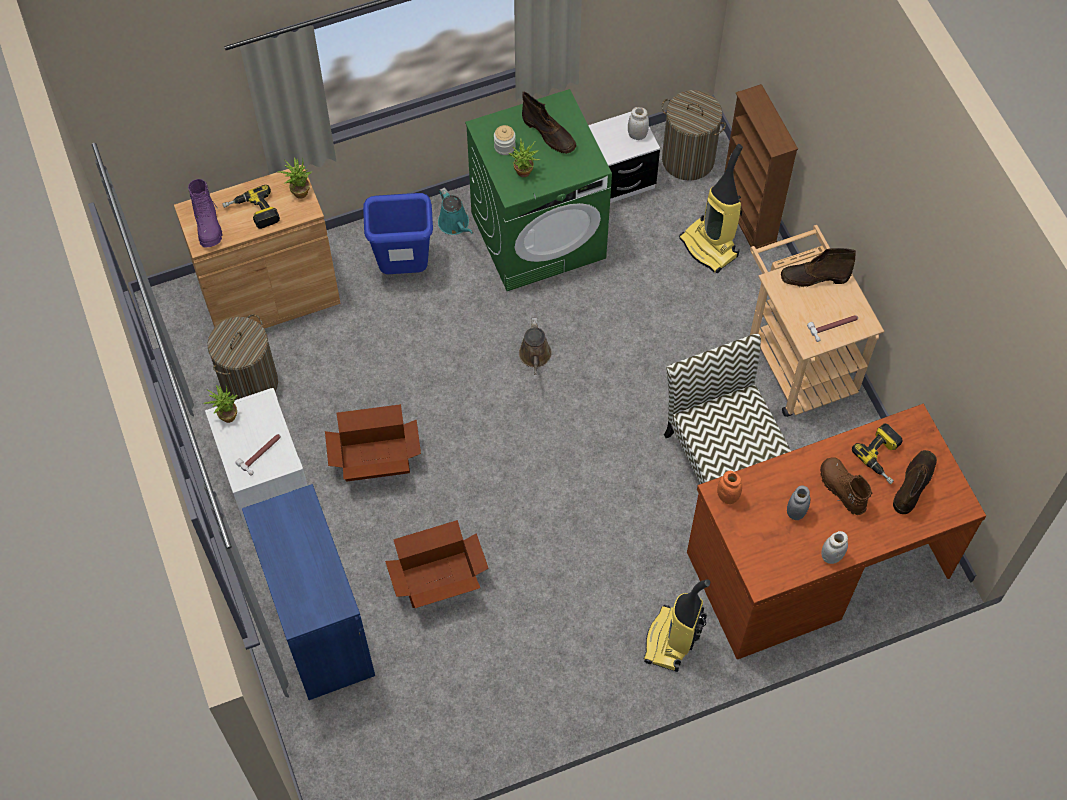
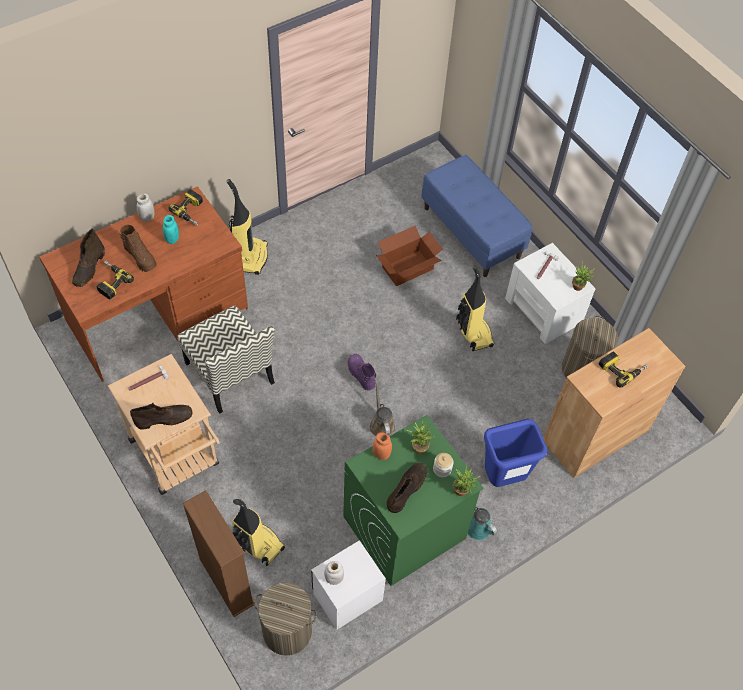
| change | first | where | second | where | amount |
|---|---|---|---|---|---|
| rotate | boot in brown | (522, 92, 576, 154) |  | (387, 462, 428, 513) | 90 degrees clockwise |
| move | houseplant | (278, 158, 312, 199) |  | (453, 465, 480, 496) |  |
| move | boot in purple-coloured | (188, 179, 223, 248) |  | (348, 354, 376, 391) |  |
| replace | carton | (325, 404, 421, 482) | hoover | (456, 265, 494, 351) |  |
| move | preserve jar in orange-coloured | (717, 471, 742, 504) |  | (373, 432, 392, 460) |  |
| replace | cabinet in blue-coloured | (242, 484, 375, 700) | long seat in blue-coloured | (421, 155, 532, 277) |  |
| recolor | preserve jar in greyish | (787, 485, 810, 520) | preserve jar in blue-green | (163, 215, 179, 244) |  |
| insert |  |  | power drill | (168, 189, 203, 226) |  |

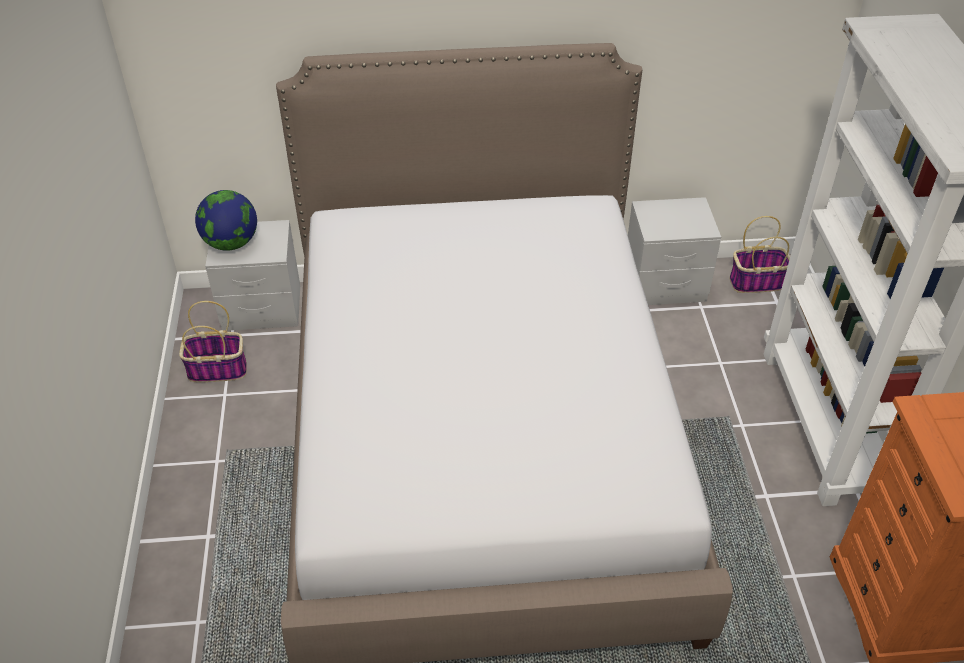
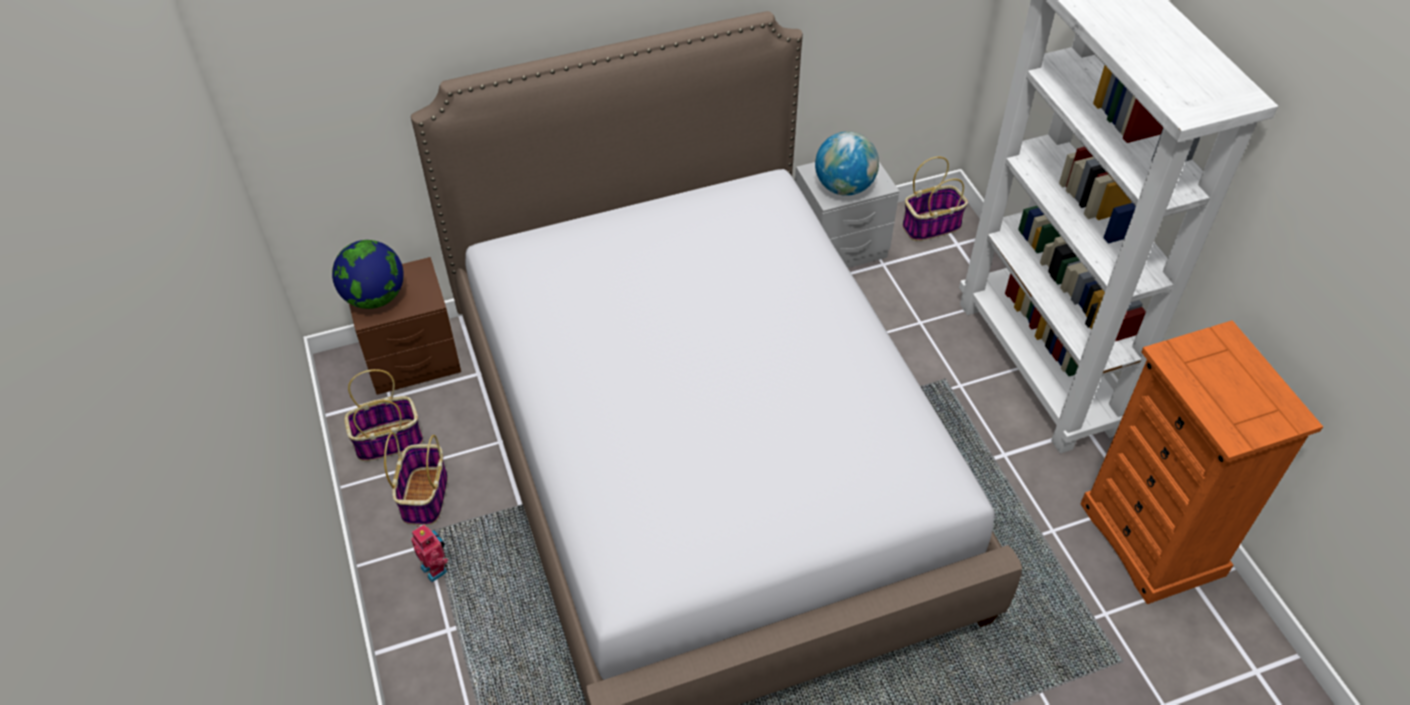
| change | first | where | second | where | amount |
|---|---|---|---|---|---|
| recolor | nightstand in greyish | (205, 220, 300, 331) | nightstand in brown | (349, 257, 461, 395) |  |
| insert |  |  | globe | (815, 131, 879, 196) |  |
| insert |  |  | household basket | (384, 432, 448, 525) |  |
| insert |  |  | robot figure | (411, 524, 448, 583) |  |

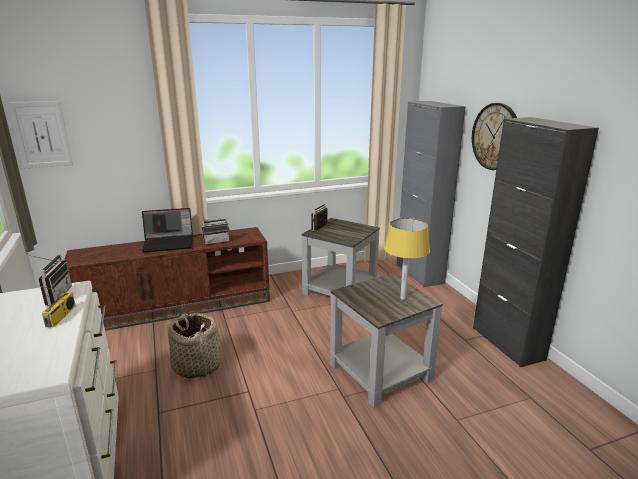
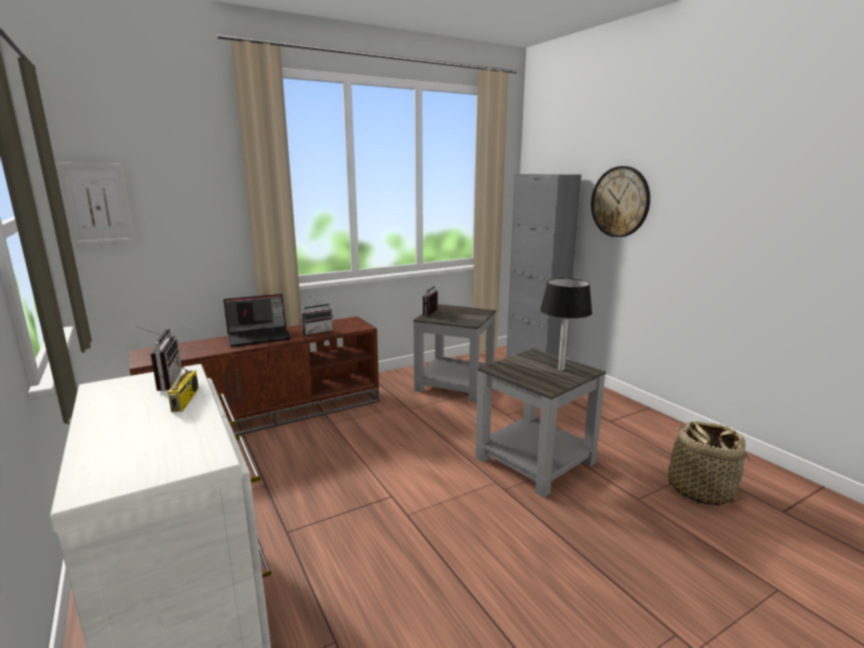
| change | first | where | second | where | amount |
|---|---|---|---|---|---|
| delete | cabinet in black | (473, 117, 599, 367) |  |  |  |
| recolor | tabletop lamp in yellowish | (384, 218, 430, 300) | tabletop lamp in black | (540, 278, 592, 370) |  |
| move | household basket | (168, 313, 220, 378) |  | (659, 421, 750, 506) |  |

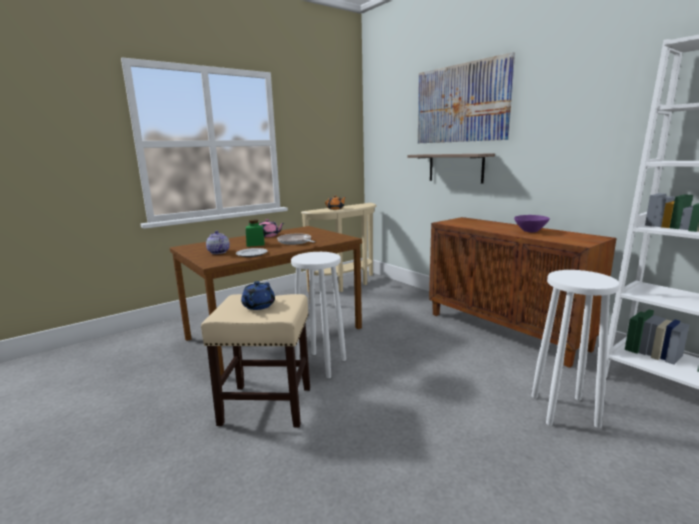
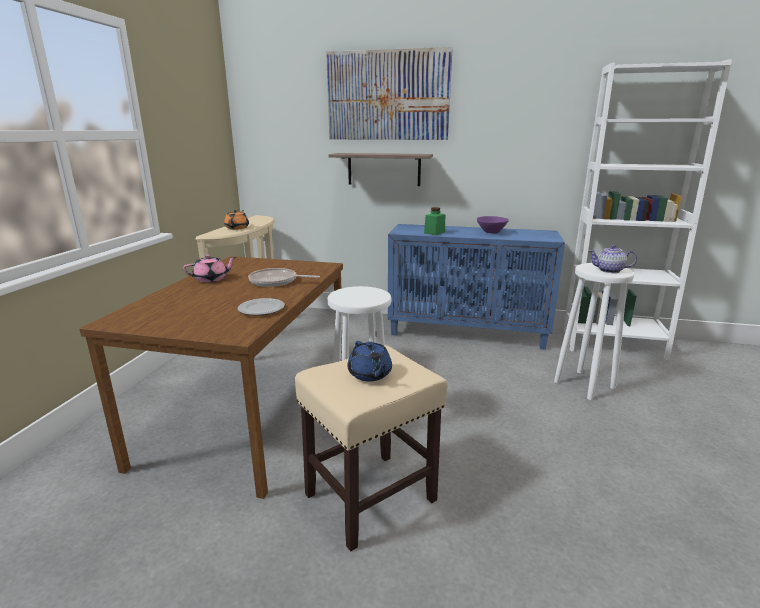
| change | first | where | second | where | amount |
|---|---|---|---|---|---|
| recolor | cabinet in brown | (429, 217, 616, 368) | cabinet in blue-coloured | (388, 224, 565, 350) |  |
| move | preserve jar in greenish | (246, 220, 265, 247) |  | (424, 207, 445, 235) |  |
| move | tea pot | (206, 231, 230, 254) |  | (589, 245, 637, 273) |  |

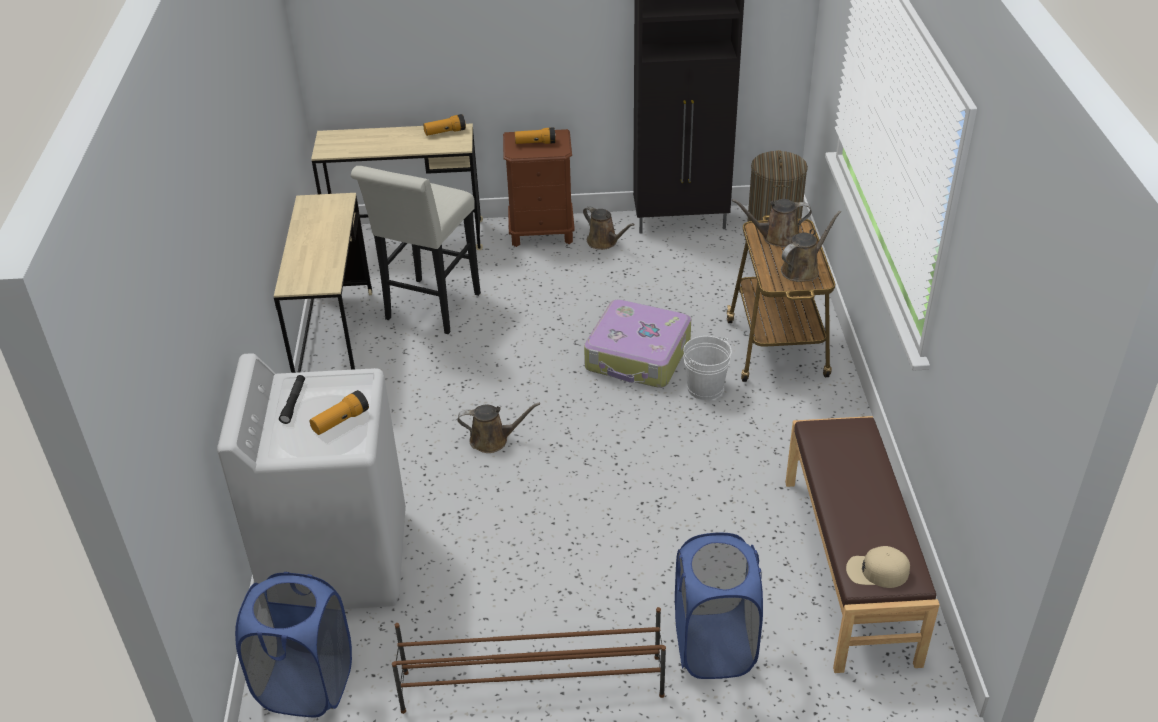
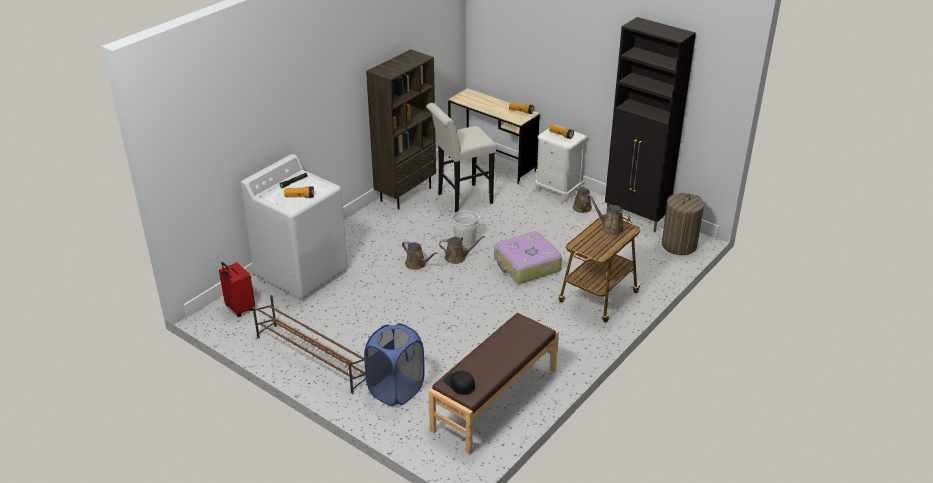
| change | first | where | second | where | amount |
|---|---|---|---|---|---|
| recolor | nightstand in brown | (503, 129, 575, 247) | nightstand in white-coloured | (535, 125, 588, 202) |  |
| replace | desk unit in beige | (274, 193, 372, 373) | bookcase in brown | (366, 49, 436, 209) |  |
| move | watering pot in brown | (781, 211, 841, 282) |  | (439, 236, 485, 264) |  |
| move | bucket in white-coloured | (683, 336, 732, 400) |  | (450, 210, 481, 246) |  |
| recolor | peaked cap in beige | (846, 546, 910, 588) | peaked cap in black | (444, 371, 475, 395) |  |
| replace | laundry basket in blue-coloured | (235, 572, 352, 717) | suitcase in red-coloured | (219, 262, 255, 317) |  |

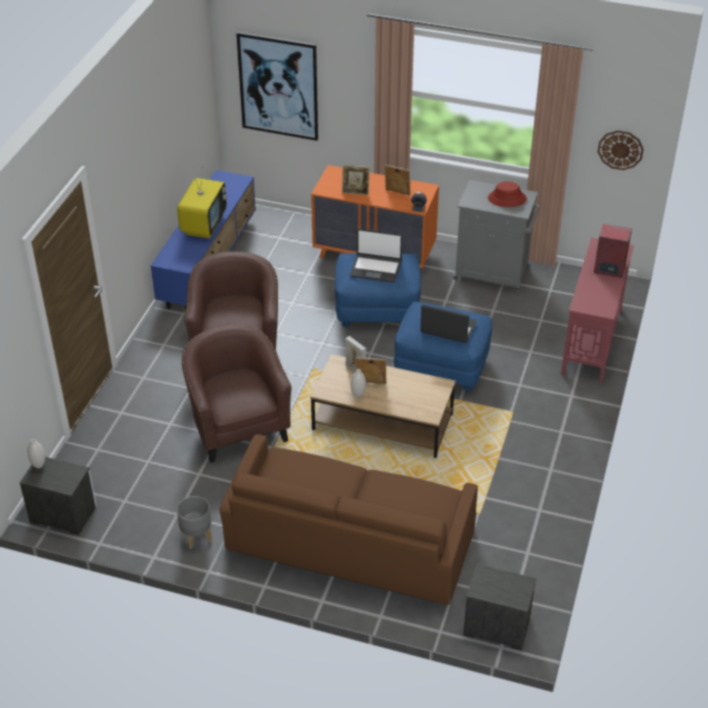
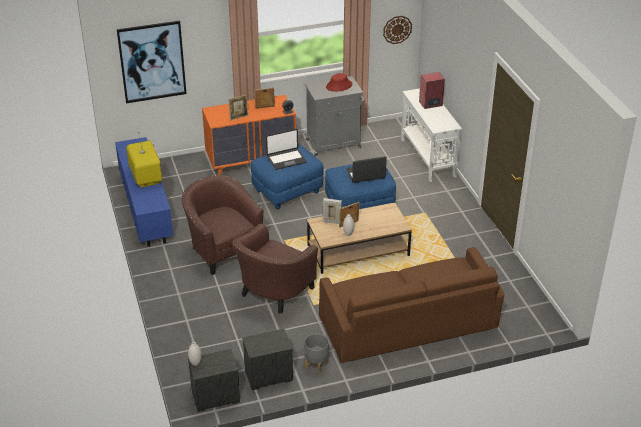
| change | first | where | second | where | amount |
|---|---|---|---|---|---|
| recolor | narrow table in red-coloured | (561, 238, 634, 383) | narrow table in white-coloured | (401, 89, 462, 182) |  |
| rotate | easy chair in brown | (182, 324, 292, 463) |  | (232, 223, 318, 314) | 90 degrees counterclockwise |
| move | nightstand | (463, 564, 537, 650) |  | (242, 328, 293, 390) |  |

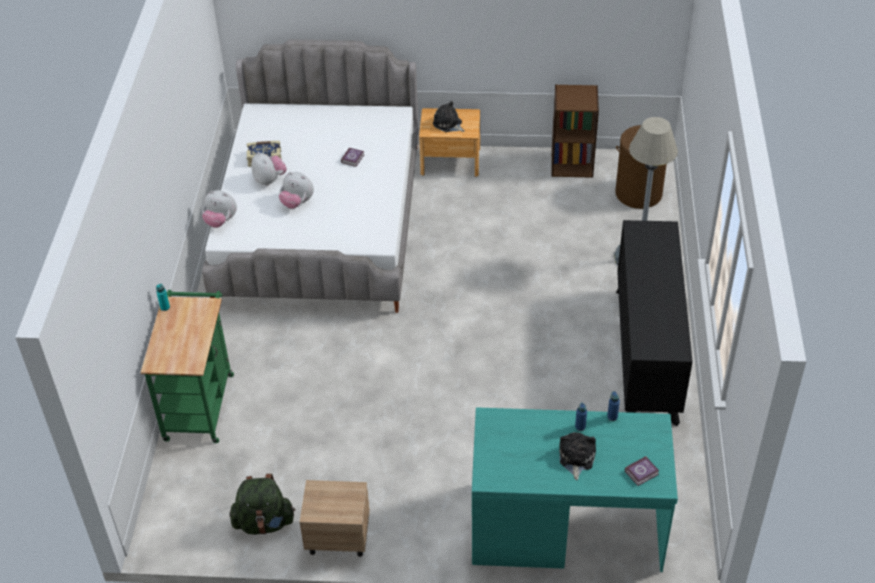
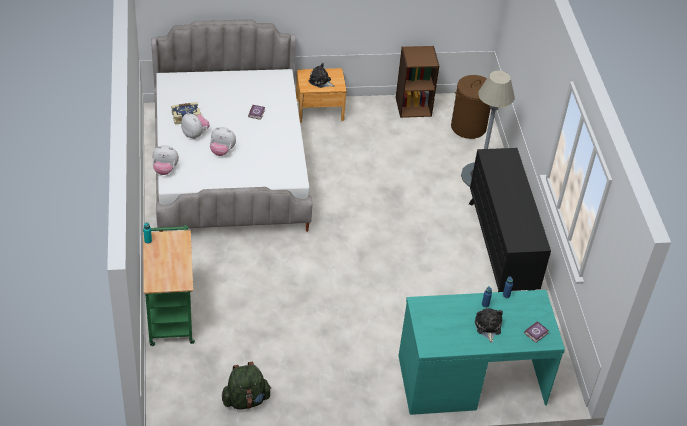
| change | first | where | second | where | amount |
|---|---|---|---|---|---|
| delete | nightstand in beige | (300, 480, 370, 557) |  |  |  |

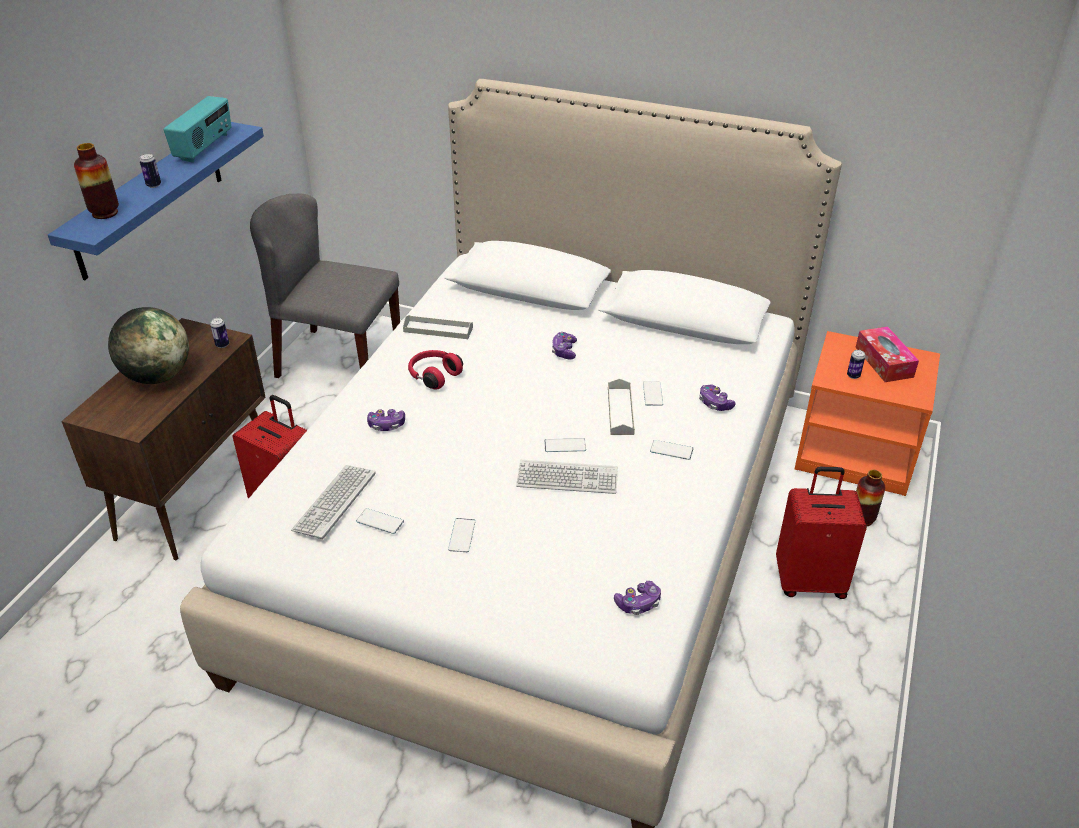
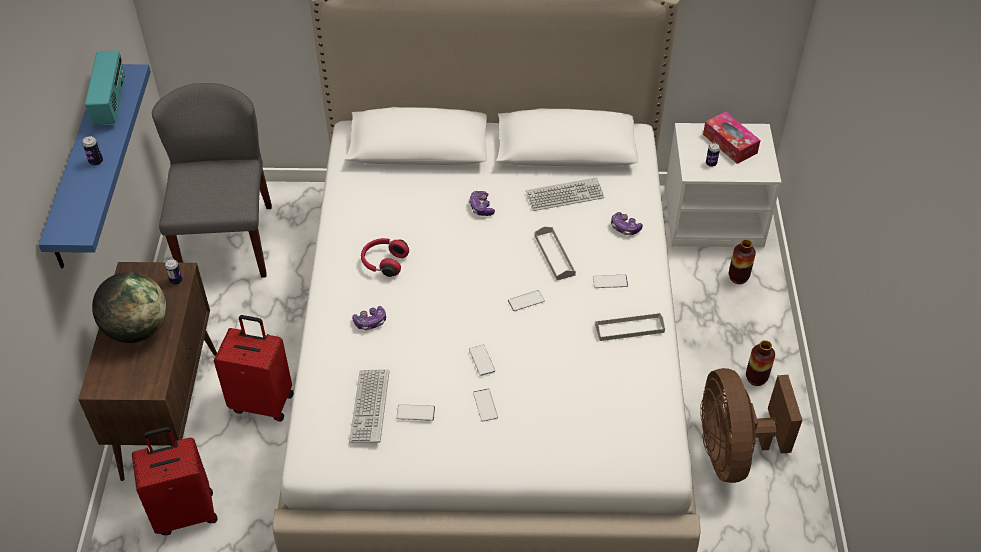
| change | first | where | second | where | amount |
|---|---|---|---|---|---|
| move | flower vase | (74, 143, 119, 219) |  | (746, 340, 775, 386) |  |
| rotate | chair in greyish | (250, 194, 400, 378) |  | (152, 83, 272, 278) | 90 degrees clockwise |
| move | carrying tray in greyish | (403, 315, 473, 339) |  | (595, 313, 665, 341) |  |
| recolor | nightstand in orange-coloured | (794, 331, 940, 496) | nightstand in white-coloured | (665, 123, 781, 248) |  |
| move | phone | (643, 381, 663, 406) |  | (469, 345, 495, 376) |  |
| move | computer keyboard | (516, 460, 618, 494) |  | (526, 177, 604, 211) |  |
| move | suitcase in red-coloured | (776, 467, 867, 599) |  | (132, 427, 218, 535) |  |
| delete | gamepad | (614, 581, 661, 615) |  |  |  |
| insert |  |  | cooling fan in brown | (700, 368, 803, 483) |  |

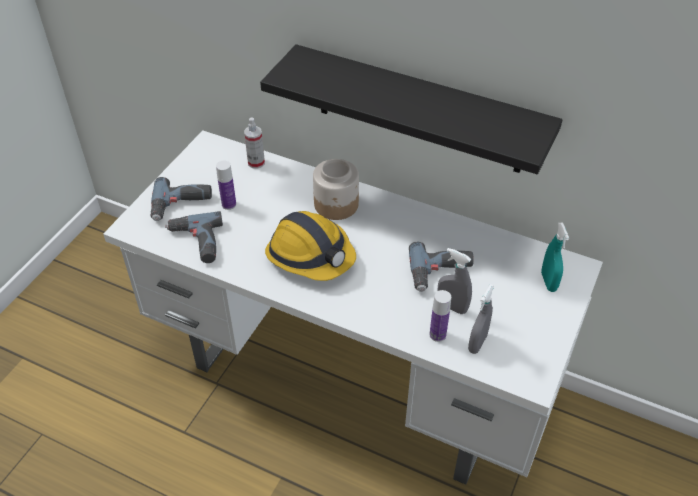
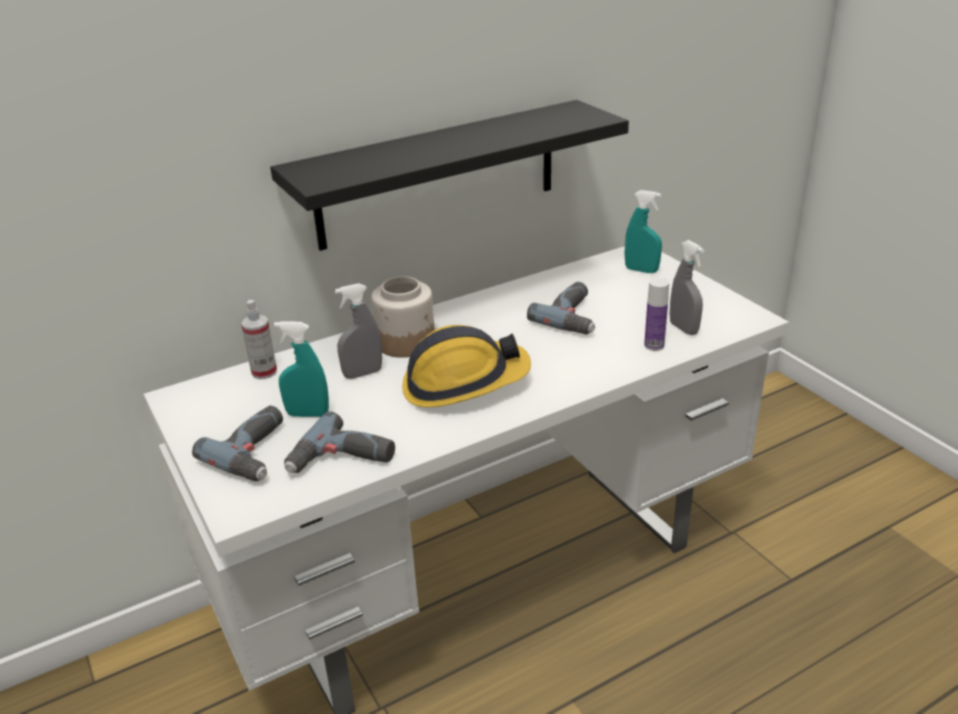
| change | first | where | second | where | amount |
|---|---|---|---|---|---|
| replace | bottle | (216, 161, 236, 210) | sprayer in blue-green | (274, 321, 329, 417) |  |
| move | sprayer in greyish | (438, 248, 472, 314) |  | (335, 283, 382, 379) |  |

